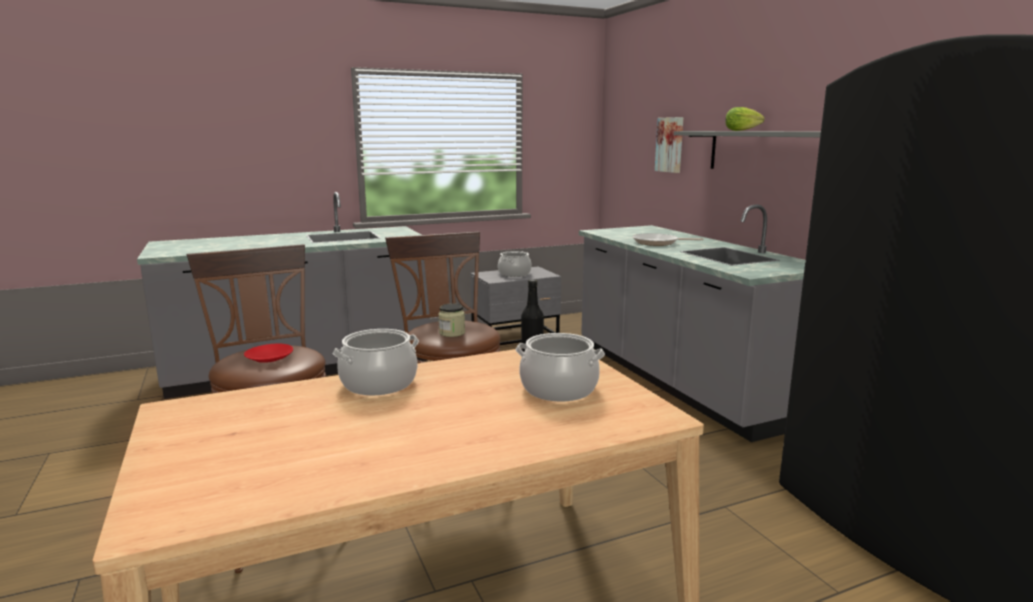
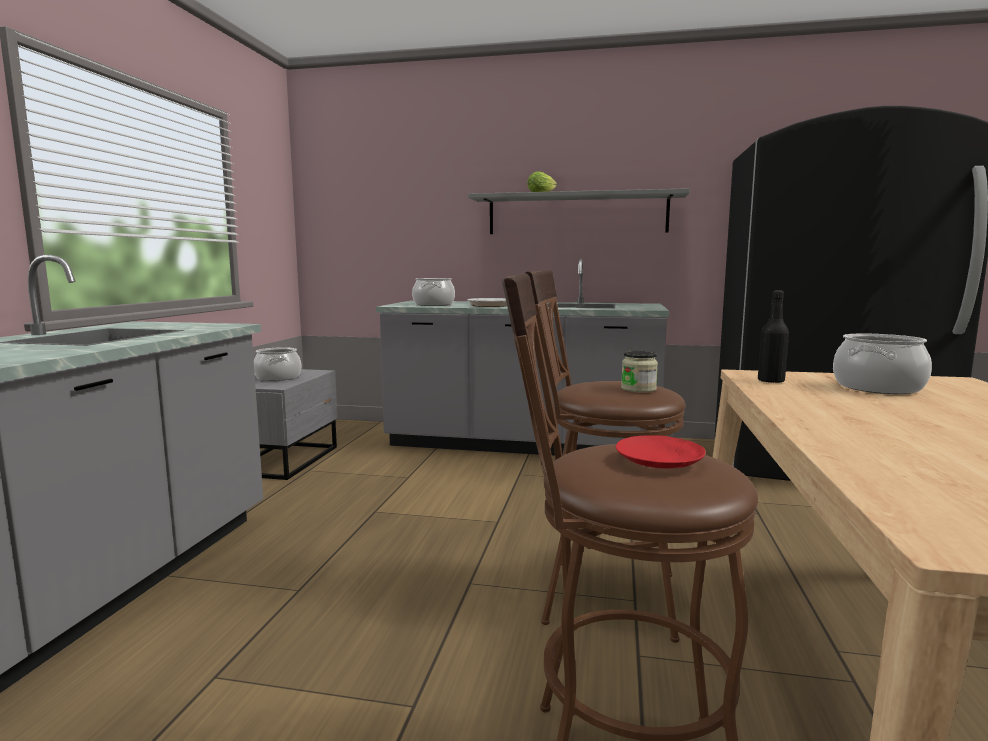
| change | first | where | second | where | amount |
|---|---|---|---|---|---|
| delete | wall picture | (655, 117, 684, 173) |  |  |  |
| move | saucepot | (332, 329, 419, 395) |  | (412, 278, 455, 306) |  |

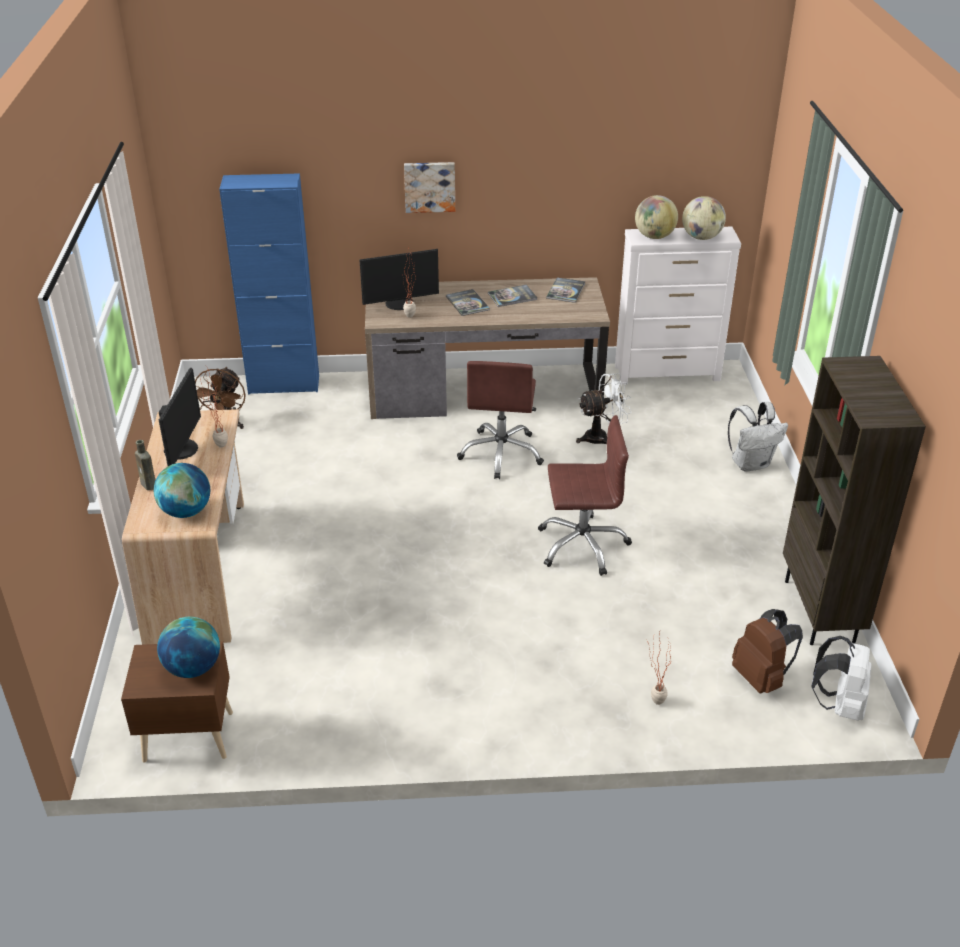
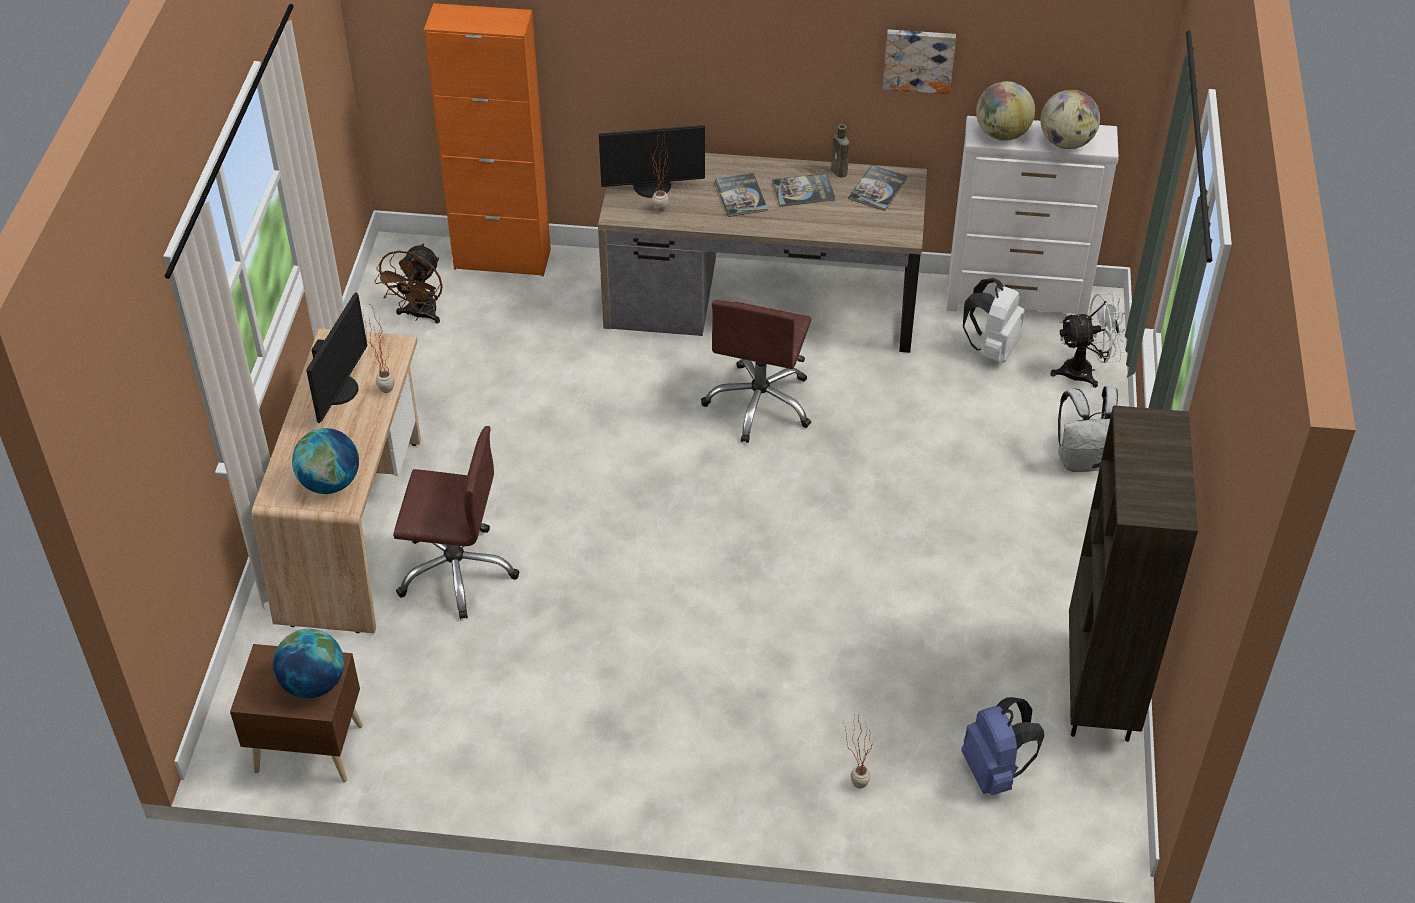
| change | first | where | second | where | amount |
|---|---|---|---|---|---|
| move | wall picture | (404, 162, 455, 213) |  | (883, 29, 956, 94) |  |
| recolor | cabinet in blue-coloured | (219, 173, 319, 395) | cabinet in orange-coloured | (424, 3, 551, 277) |  |
| move | cooling fan in white-coloured | (576, 373, 631, 444) |  | (1050, 293, 1126, 388) |  |
| move | desk chair in brown | (538, 415, 632, 576) |  | (393, 426, 519, 619) |  |
| move | bottle in brown | (135, 440, 155, 490) |  | (831, 124, 850, 178) |  |
| recolor | knapsack in brown | (732, 609, 803, 693) | knapsack in blue-coloured | (961, 697, 1044, 795) |  |
| move | knapsack in white-coloured | (811, 636, 871, 721) |  | (963, 278, 1025, 362) |  |

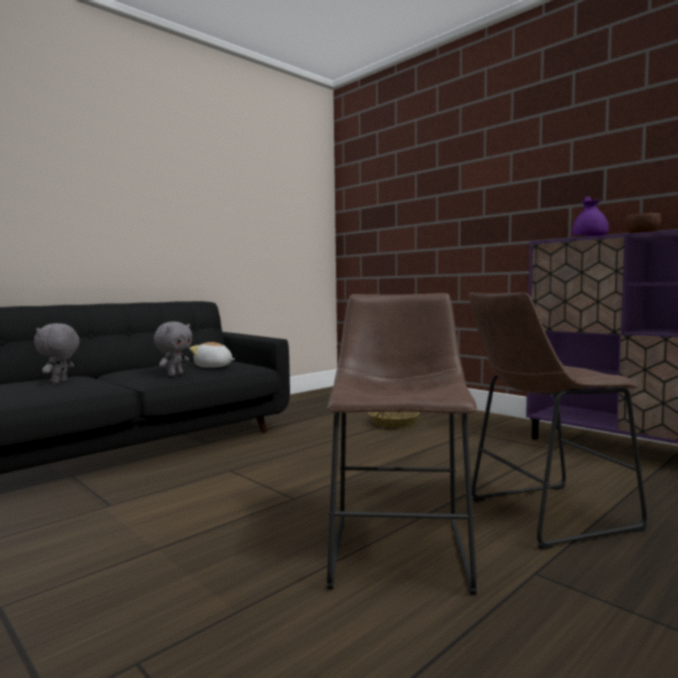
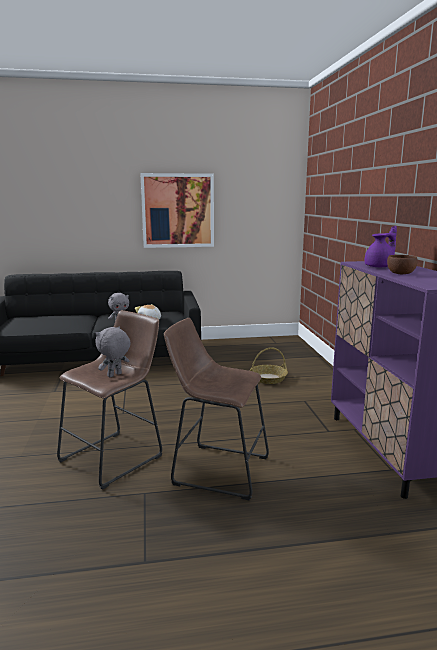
| change | first | where | second | where | amount |
|---|---|---|---|---|---|
| move | plush toy in greyish | (34, 323, 80, 384) |  | (95, 327, 131, 377) |  |
| insert |  |  | wall picture | (140, 173, 214, 248) |  |

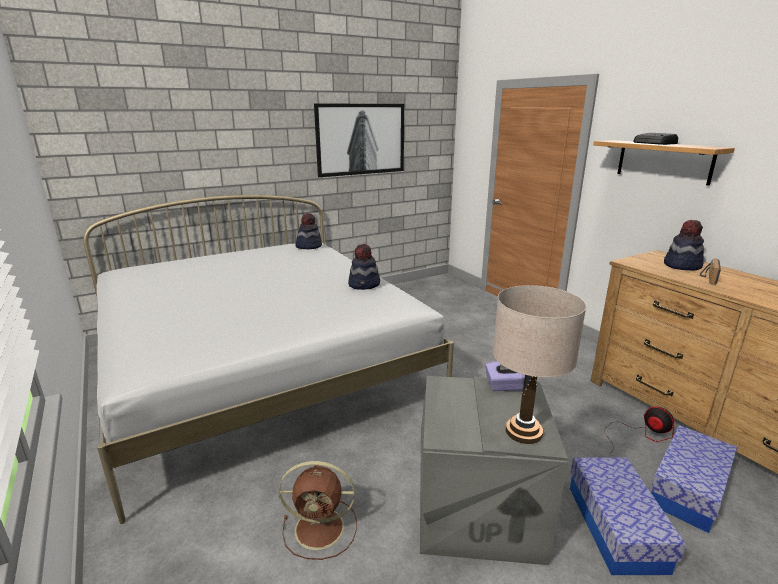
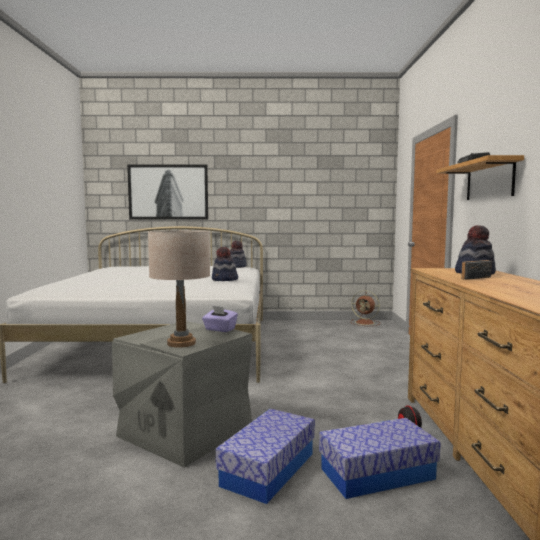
| change | first | where | second | where | amount |
|---|---|---|---|---|---|
| move | wall picture | (314, 103, 404, 177) |  | (127, 165, 208, 219) |  |
| move | cooling fan in brown | (279, 461, 357, 560) |  | (351, 290, 380, 326) |  |

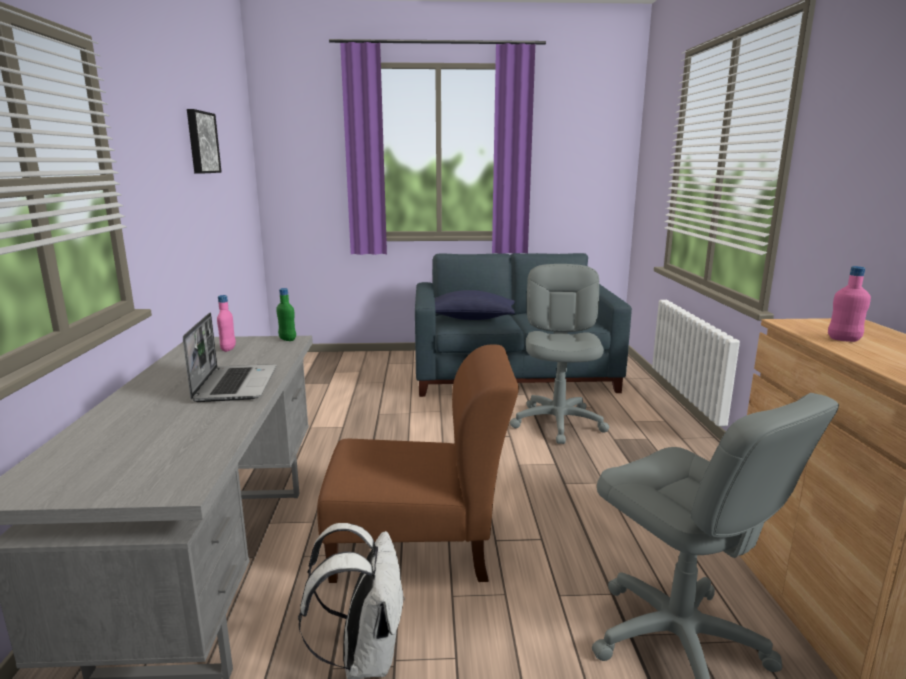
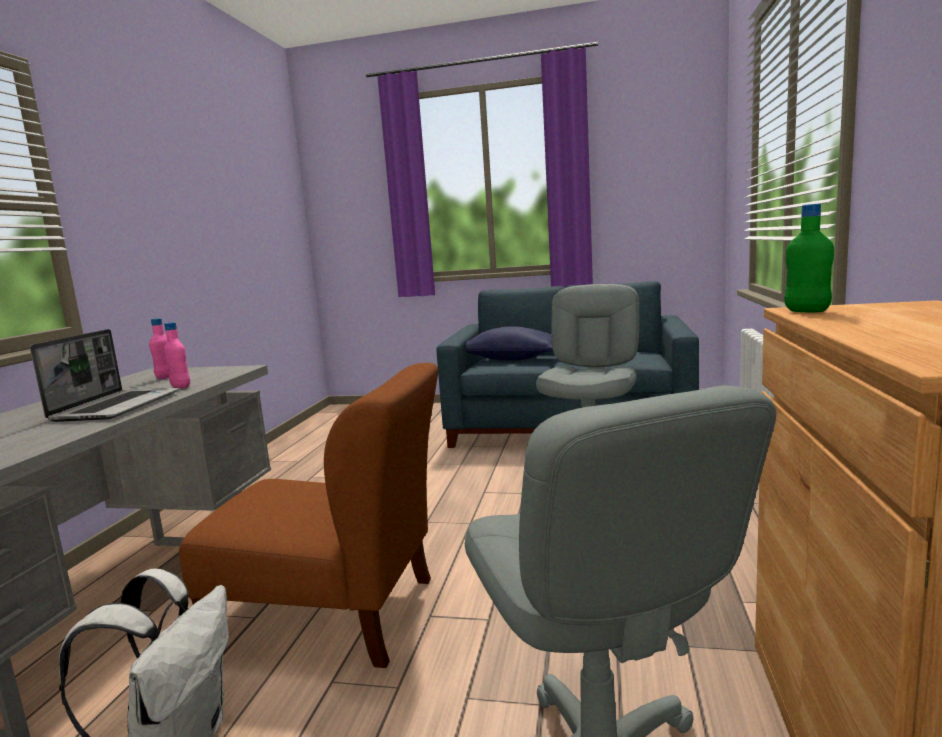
| change | first | where | second | where | amount |
|---|---|---|---|---|---|
| delete | wall picture | (187, 109, 222, 174) |  |  |  |
| move | bottle in pink | (828, 266, 871, 342) |  | (164, 322, 190, 389) |  |
| move | bottle in greenish | (276, 288, 296, 341) |  | (784, 204, 834, 312) |  |

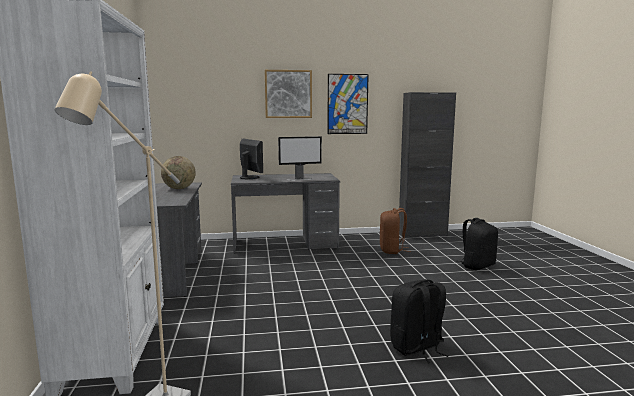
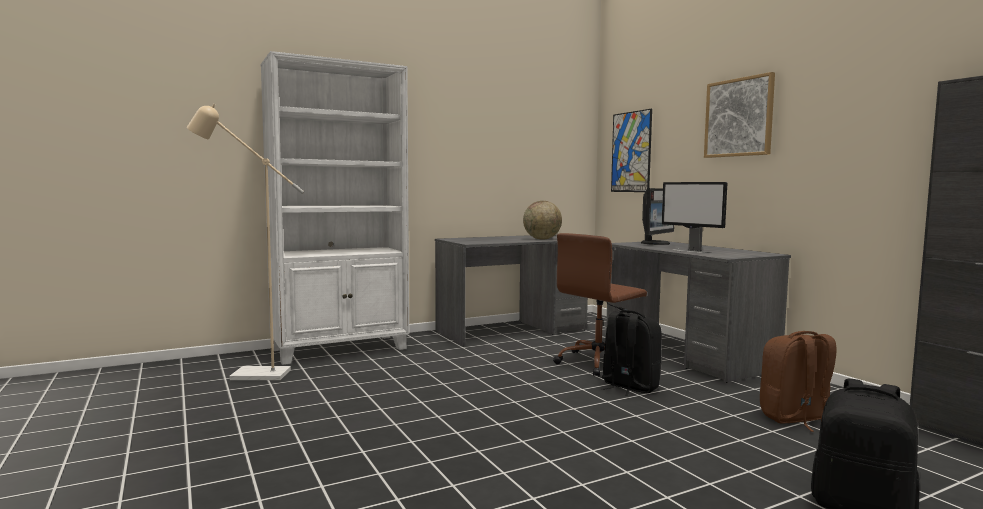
| change | first | where | second | where | amount |
|---|---|---|---|---|---|
| move | wall picture | (327, 74, 369, 134) |  | (611, 109, 652, 192) |  |
| move | knapsack in black | (390, 279, 448, 363) |  | (602, 310, 662, 396) |  |
| insert |  |  | desk chair in brown | (553, 233, 647, 377) |  |

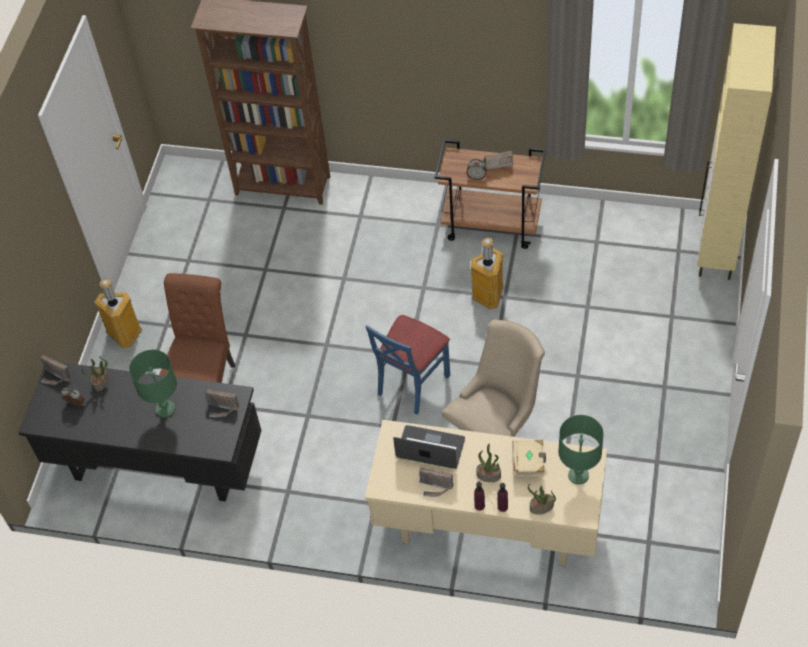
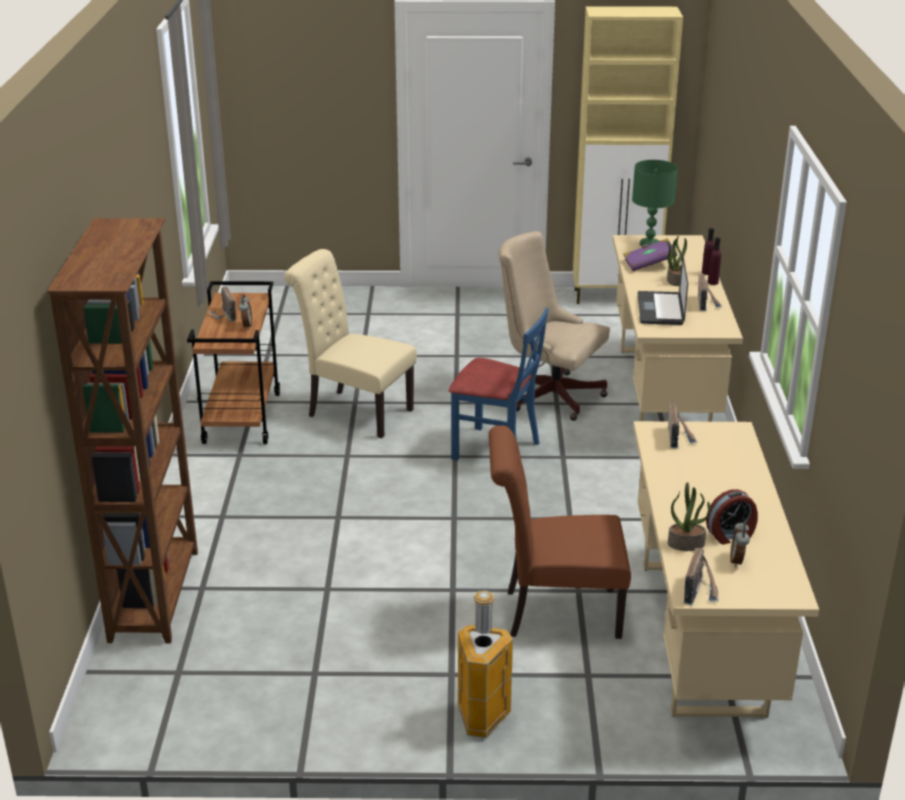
| change | first | where | second | where | amount |
|---|---|---|---|---|---|
| move | cabinet in beige | (697, 23, 776, 280) |  | (573, 6, 683, 304) |  |
| replace | rubbish bin | (471, 237, 503, 309) | chair in beige | (284, 249, 417, 438) |  |
| delete | tabletop lamp in greenish | (129, 350, 177, 418) |  |  |  |
| recolor | desk unit in black | (18, 362, 262, 502) | desk unit in beige | (633, 421, 819, 718) |  |
| recolor | bound book in beige | (512, 440, 546, 476) | bound book in purple-coloured | (623, 238, 677, 271) |  |
| delete | houseplant | (528, 484, 556, 515) |  |  |  |
| insert |  |  | alarm clock | (706, 489, 758, 544) |  |

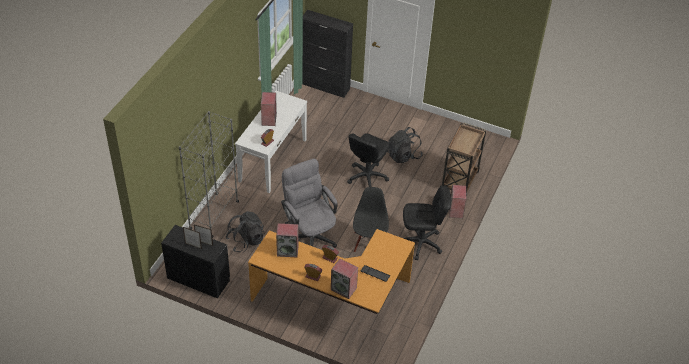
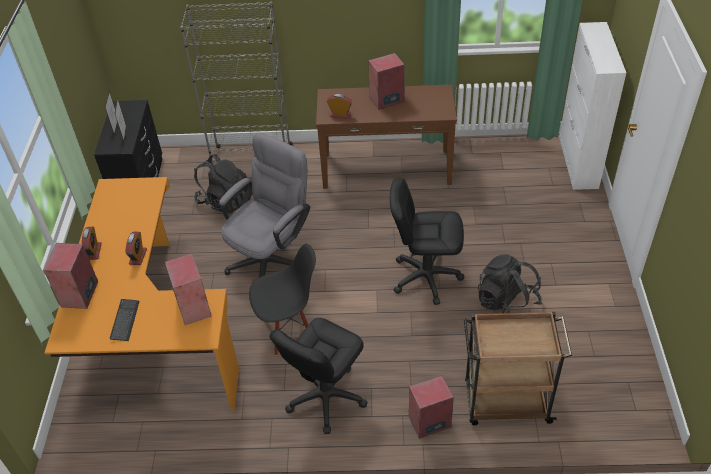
| change | first | where | second | where | amount |
|---|---|---|---|---|---|
| recolor | cabinet in black | (303, 10, 353, 98) | cabinet in white-coloured | (559, 22, 626, 190) |  |
| recolor | narrow table in white-coloured | (235, 91, 307, 193) | narrow table in brown | (316, 85, 457, 189) |  |
| rotate | desk chair in black | (403, 185, 451, 260) |  | (269, 318, 368, 434) | 60 degrees clockwise |
| move | speaker | (276, 223, 299, 257) |  | (165, 253, 211, 325) |  |

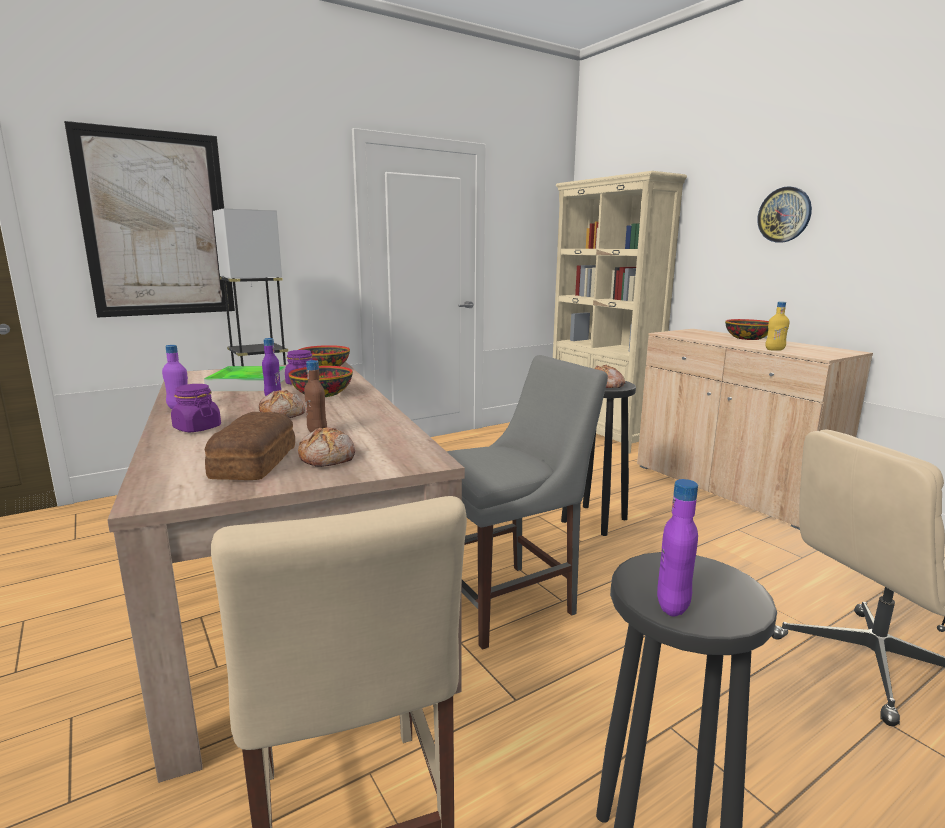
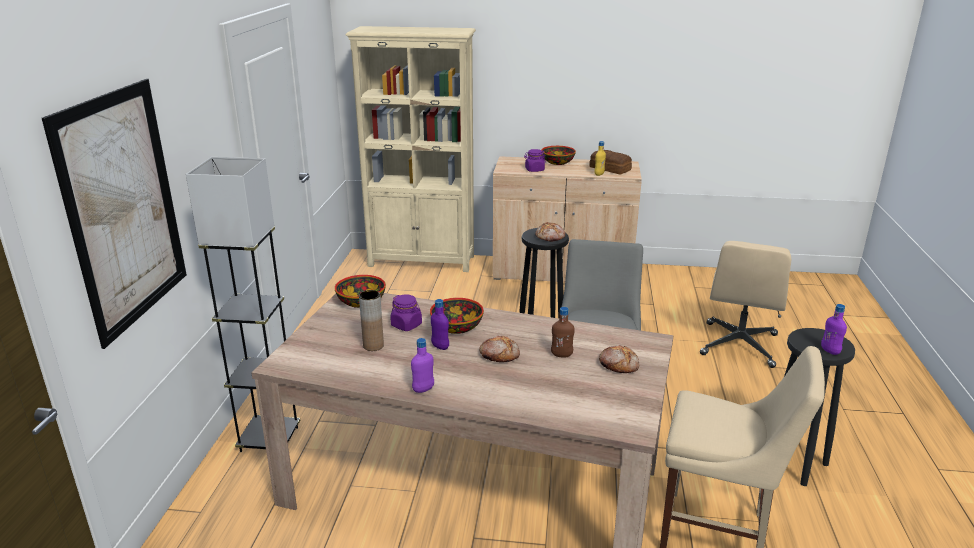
| change | first | where | second | where | amount |
|---|---|---|---|---|---|
| delete | hanging clock | (757, 186, 812, 242) |  |  |  |
| replace | carrying tray | (204, 366, 286, 391) | flower vase in brown | (359, 290, 384, 351) |  |
| move | preserve jar in purple-coloured | (171, 384, 221, 432) |  | (524, 149, 546, 172) |  |
| move | bread | (205, 412, 295, 480) |  | (589, 150, 632, 174) |  |

